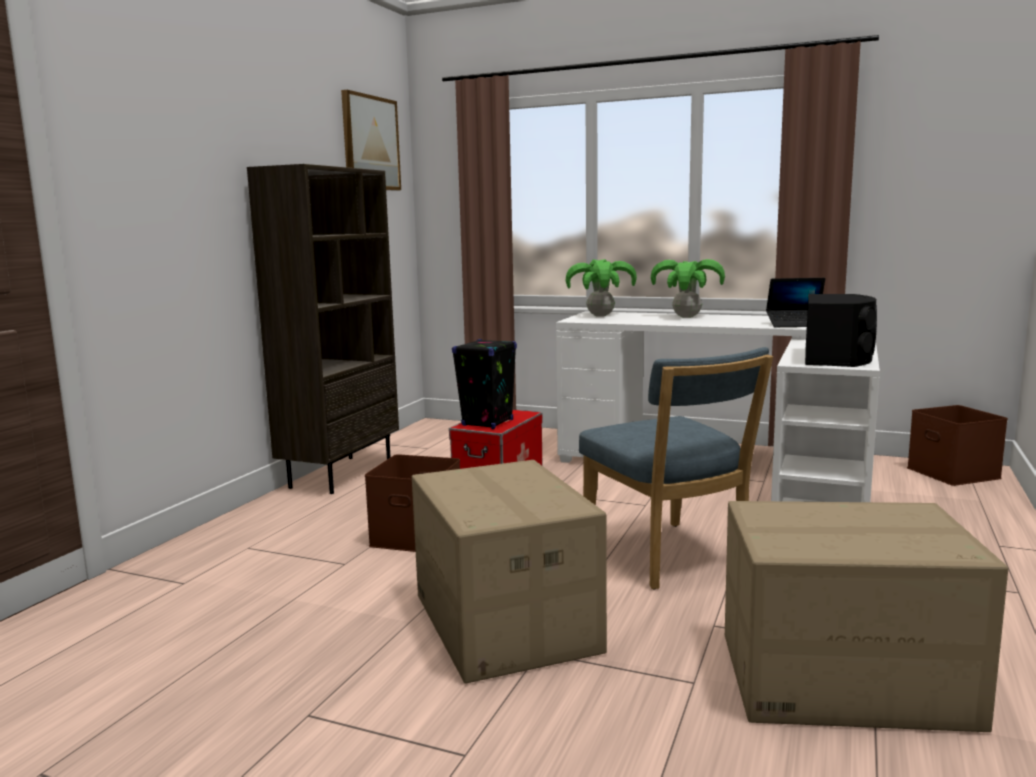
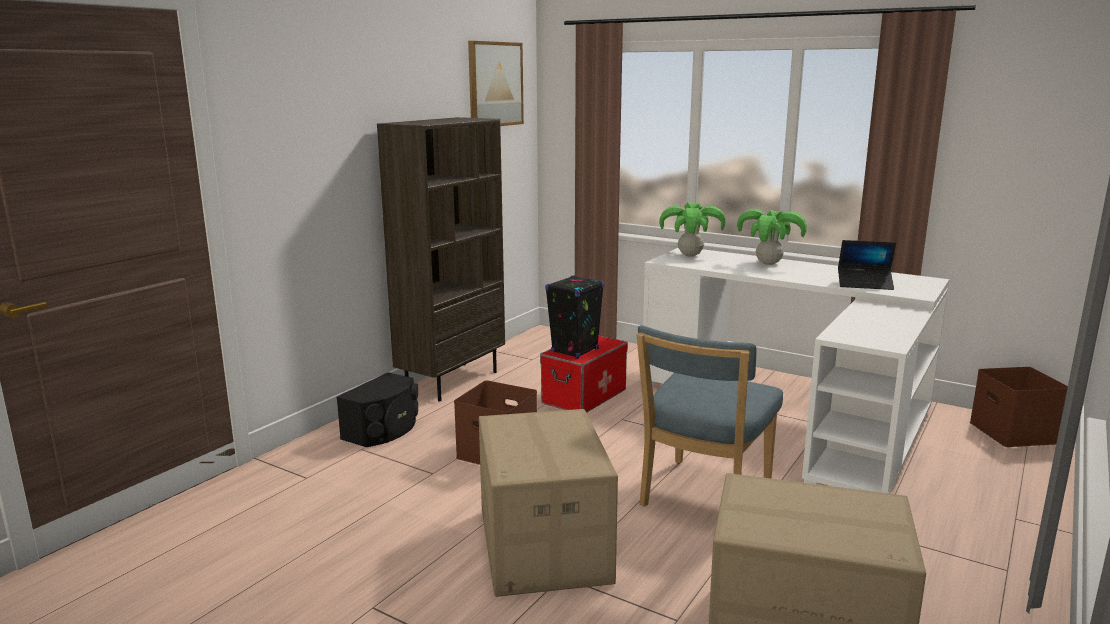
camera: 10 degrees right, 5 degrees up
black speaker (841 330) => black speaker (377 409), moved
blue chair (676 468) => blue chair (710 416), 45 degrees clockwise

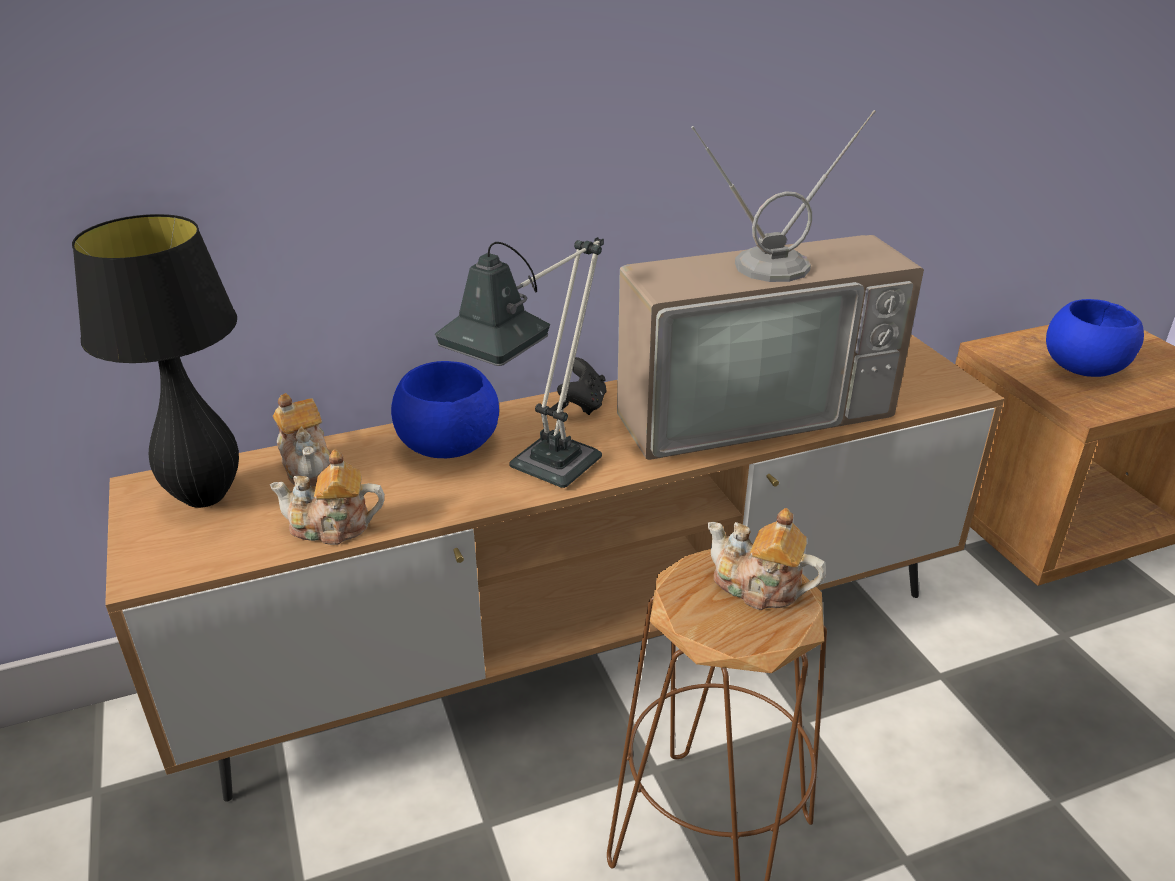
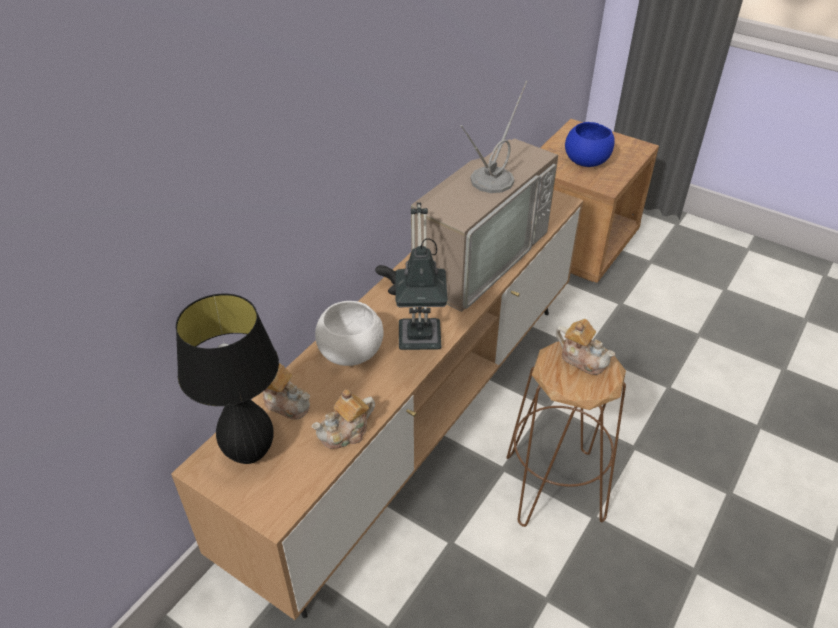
camera: 35 degrees left, 10 degrees up
blue bowl (445 409) => white bowl (349 333)
teapot (767 559) => teapot (585 347), 135 degrees counterclockwise

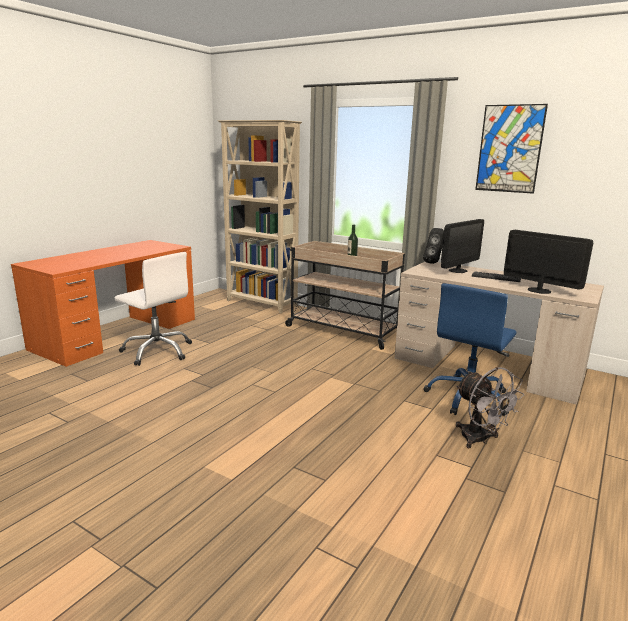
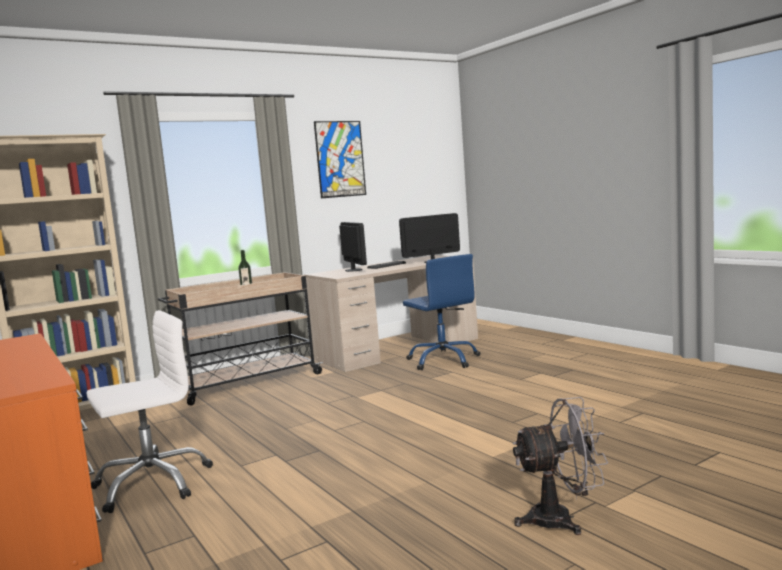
camera: 65 degrees left, 10 degrees down
black speaker (433 246) => nothing
grey fan (490 407) => grey fan (560 466), moved

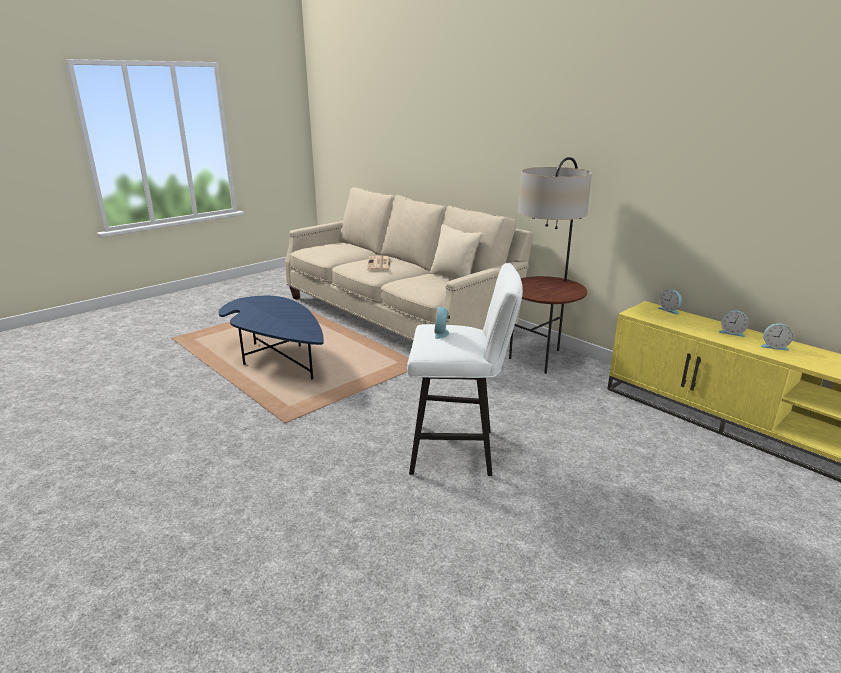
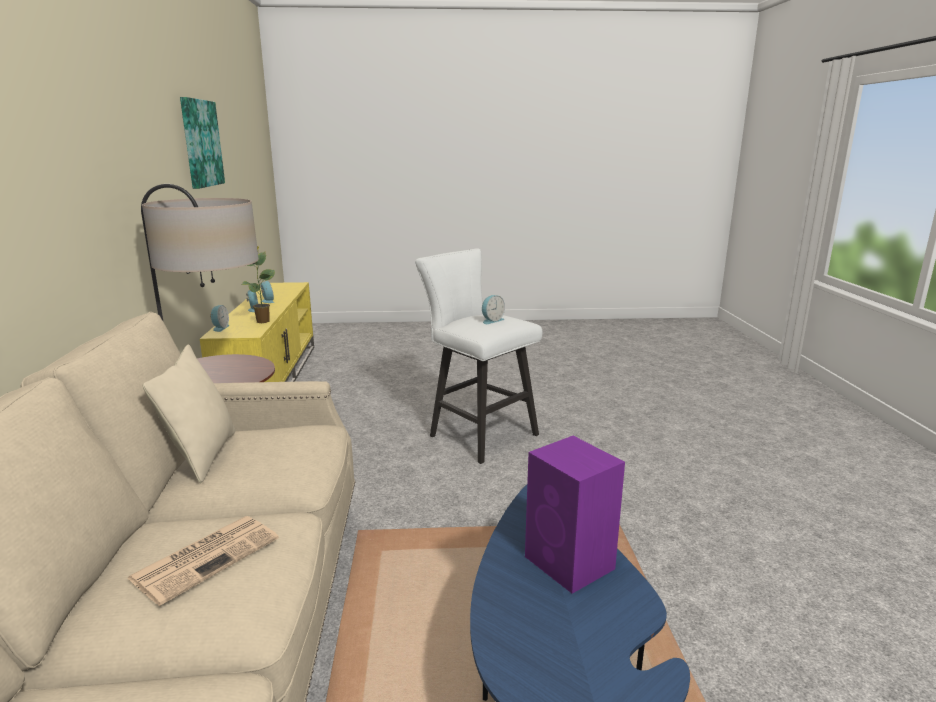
camera: 140 degrees left, 5 degrees down
nothing => picture (202 143)
nothing => potted plant (258 284)
nothing => purple speaker (575 515)

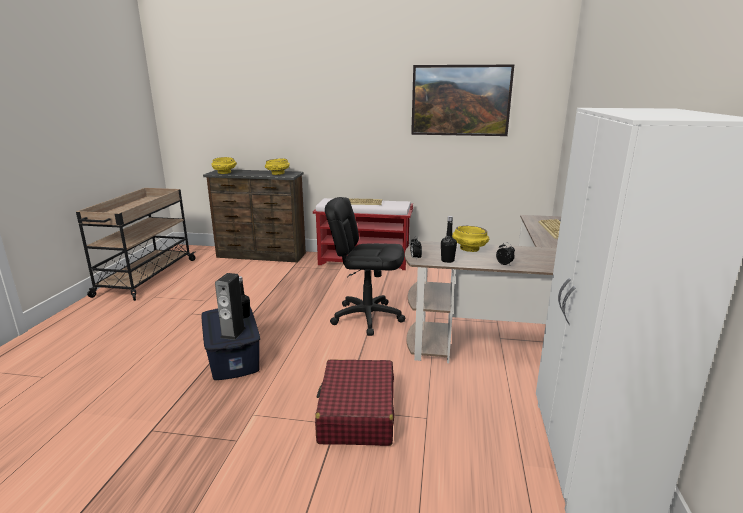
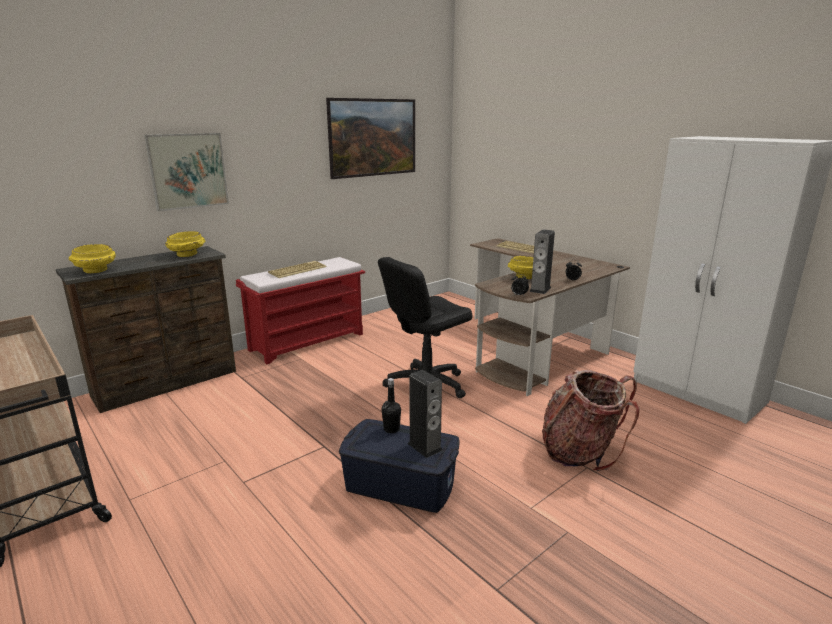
camera: 50 degrees left, 0 degrees up
nothing => picture (186 172)
red suitcase (354 402) => backpack (591 420)
black bottle (449 239) => speaker (542 262)

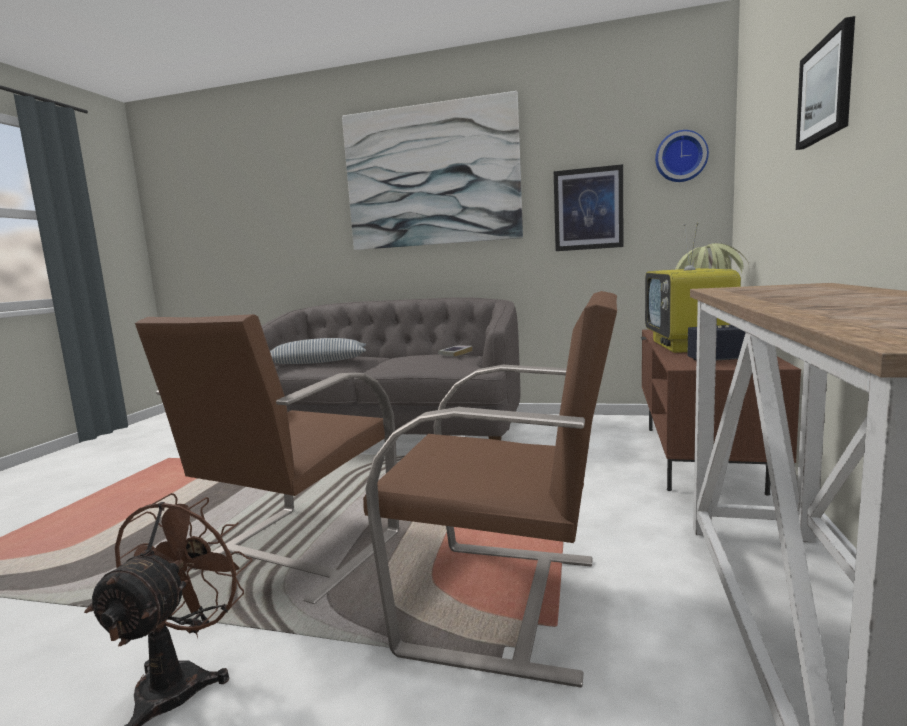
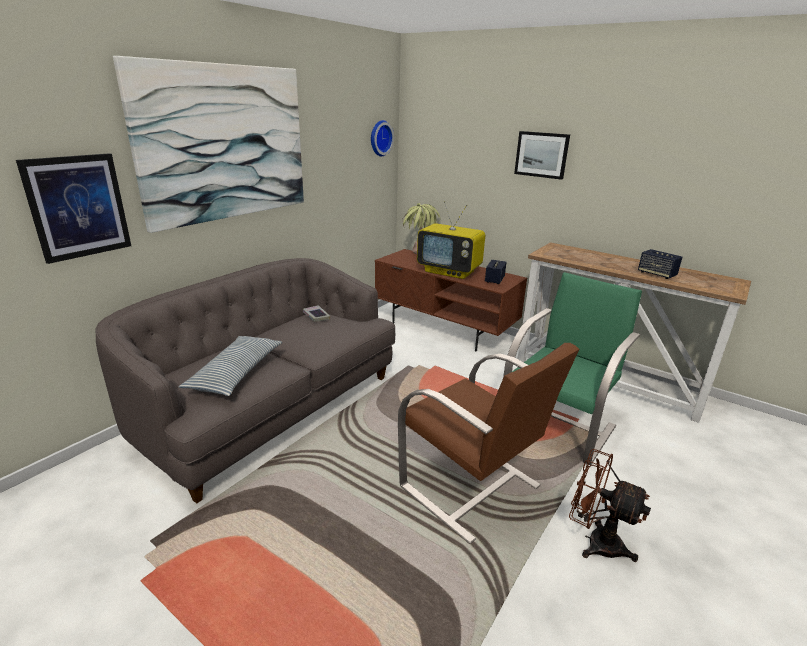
camera: 70 degrees left, 15 degrees up
nothing => speaker (660 264)
picture (588 207) => picture (73 208), moved
brown armchair (490 489) => green armchair (572 368)

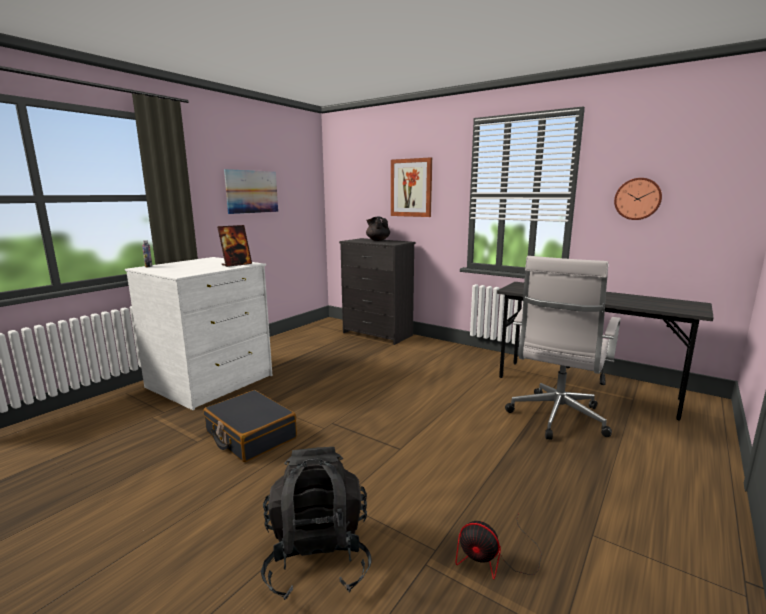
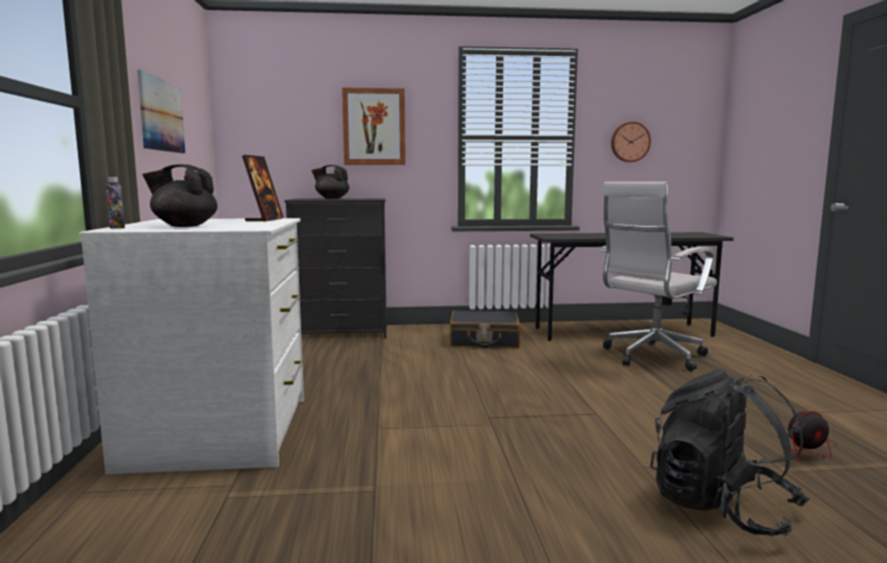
camera: 40 degrees left, 5 degrees down
nothing => black teapot (180 195)
black suitcase (250 426) => black suitcase (485 329), moved
white office chair (563 348) => white office chair (658 276), 60 degrees clockwise

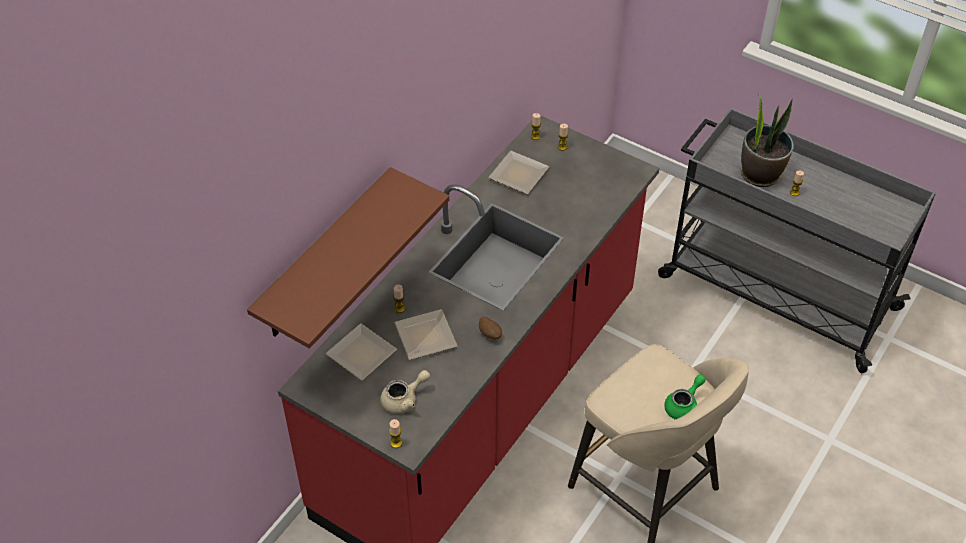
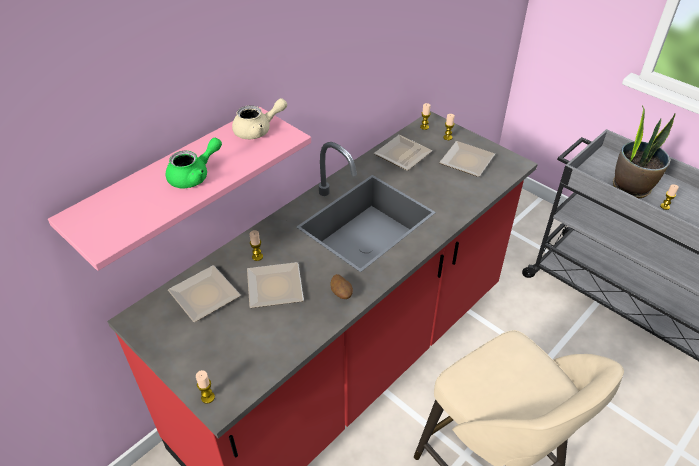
camera: 10 degrees right, 5 degrees down
nothing => plate (467 159)
beige teapot (405 392) => beige teapot (259 118), moved
green teapot (685 396) => green teapot (194 163), moved
brown shelf (348 258) => pink shelf (179 189)

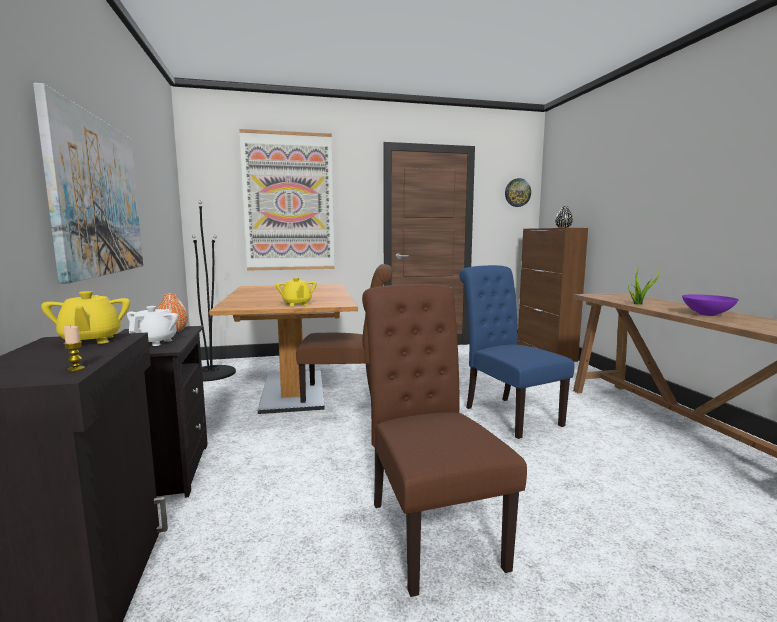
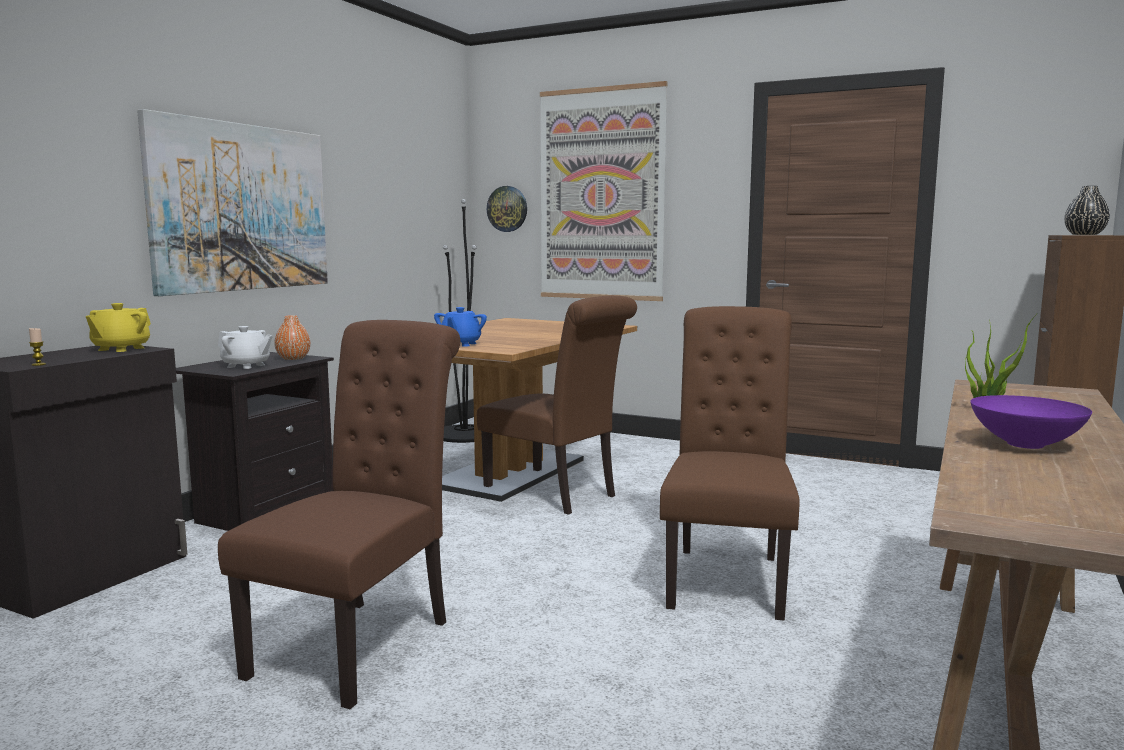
camera: 40 degrees right, 0 degrees up
wall clock (518 192) => wall clock (507 209), moved
yellow teapot (296 291) => blue teapot (460 327)
blue chair (516 352) => brown chair (730 463)
white teapot (152 326) => white teapot (245 347), 60 degrees clockwise

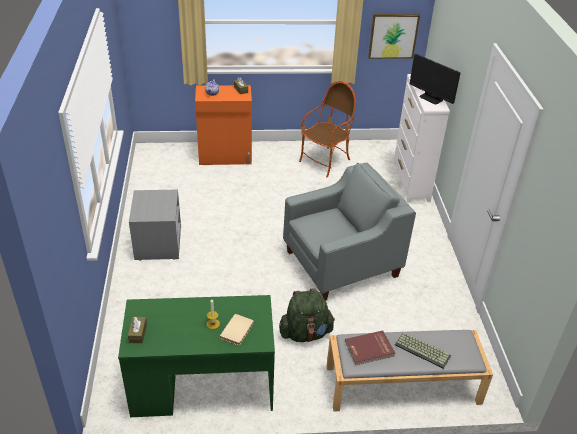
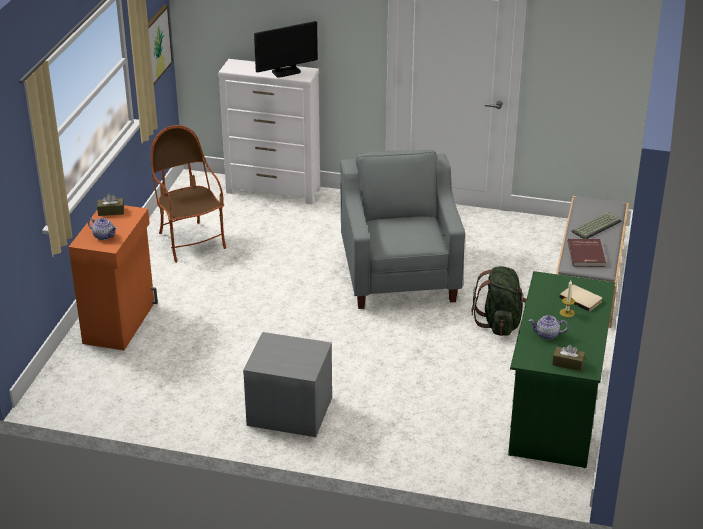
camera: 70 degrees left, 5 degrees down
nothing => teapot (548 327)

